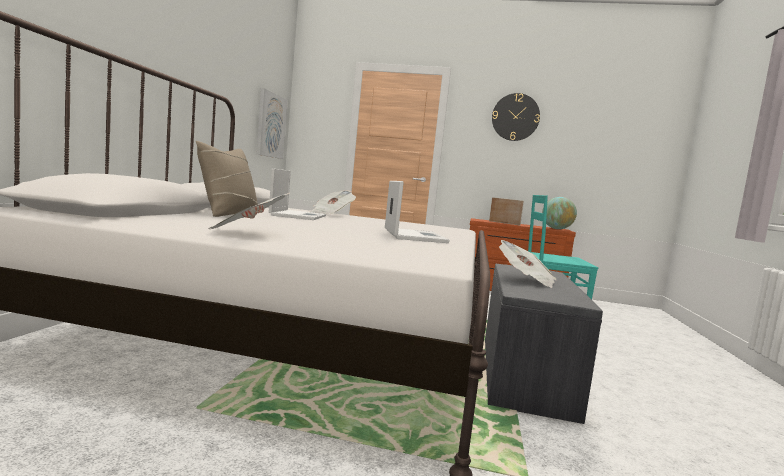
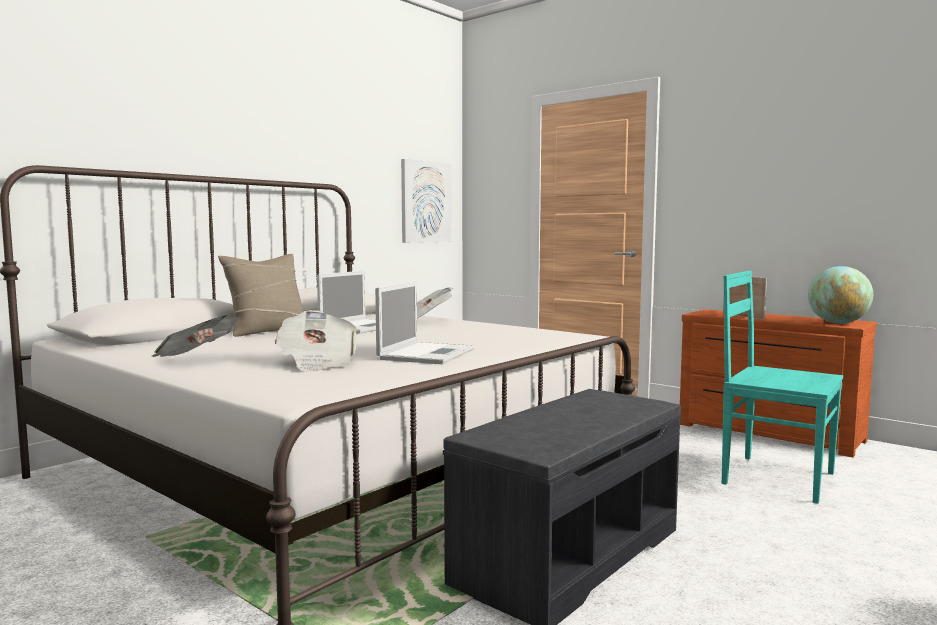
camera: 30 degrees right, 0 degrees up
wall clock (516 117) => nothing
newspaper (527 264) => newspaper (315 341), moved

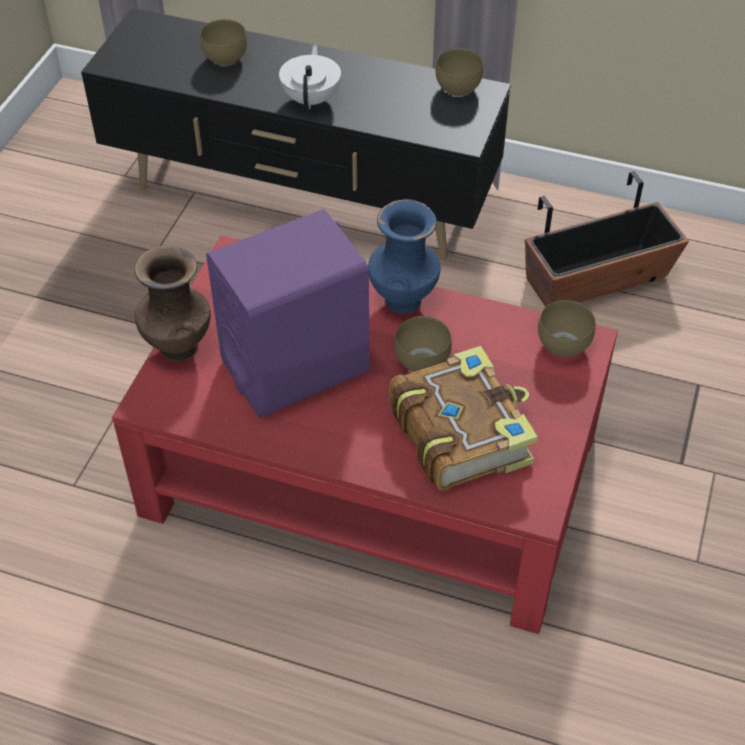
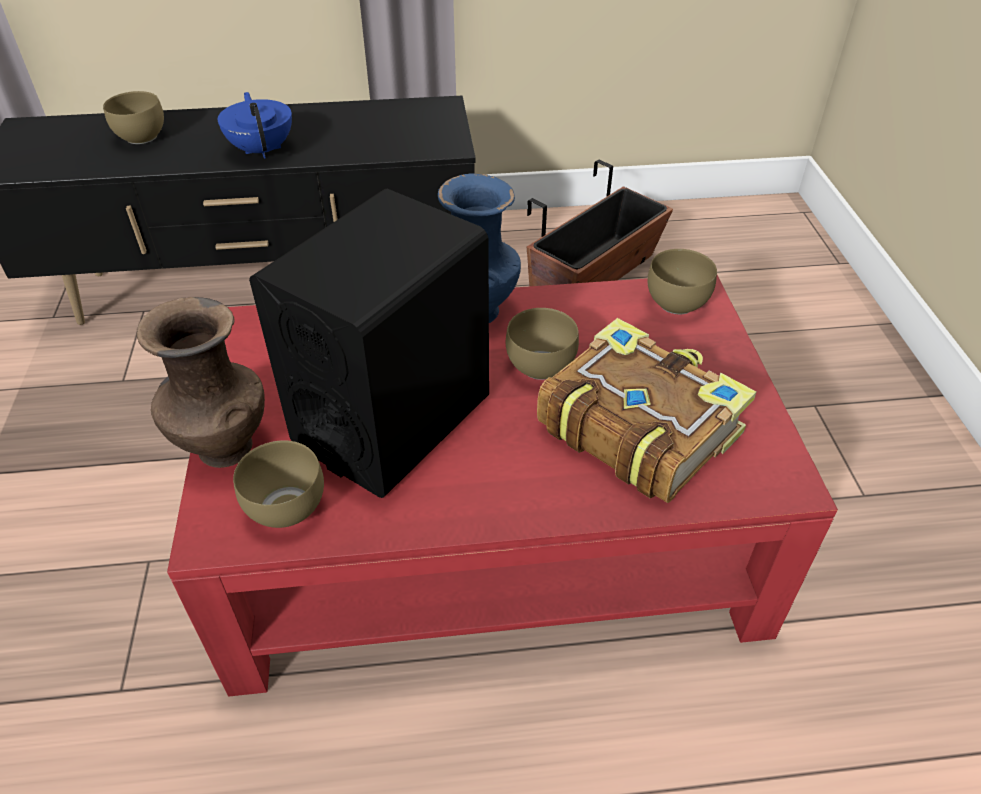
camera: 25 degrees left, 5 degrees down
brown bowl (459 72) => brown bowl (278 484), moved
purple speaker (287 313) => black speaker (369 343)
white teapot (310 77) => blue teapot (255 125)

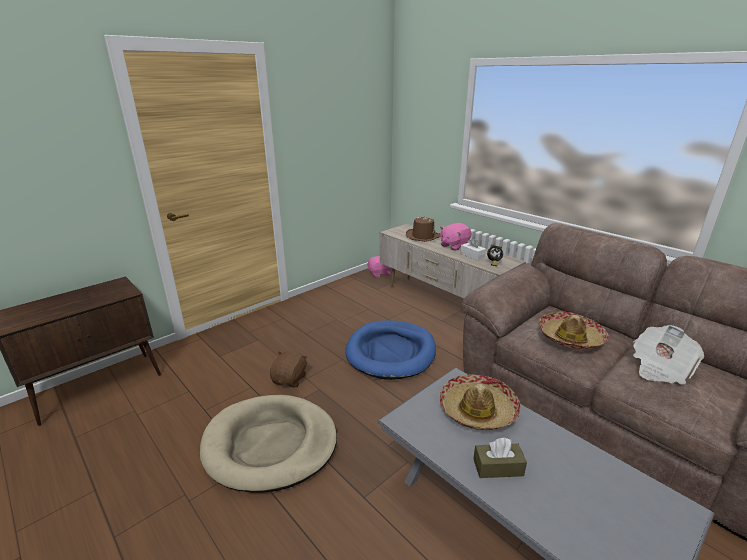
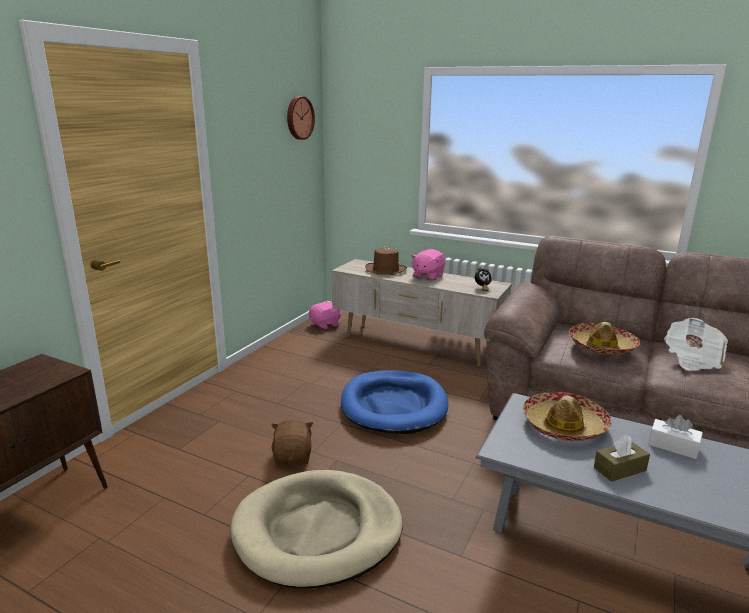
camera: 20 degrees left, 5 degrees down
nothing => wall clock (301 118)
white tissue box (473 249) => white tissue box (675 437), moved

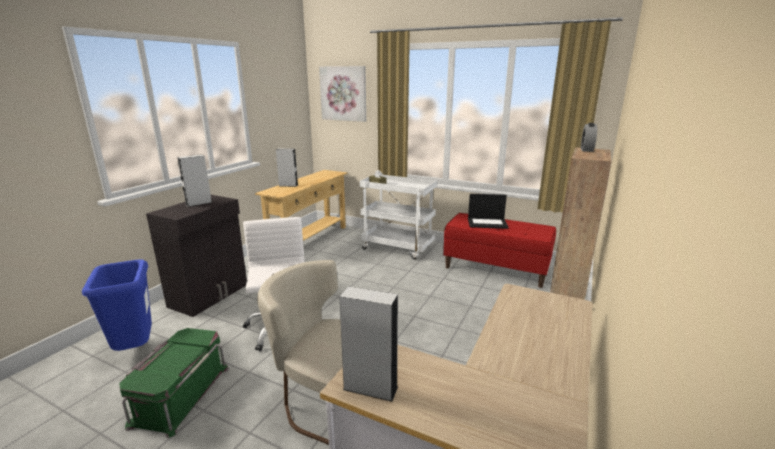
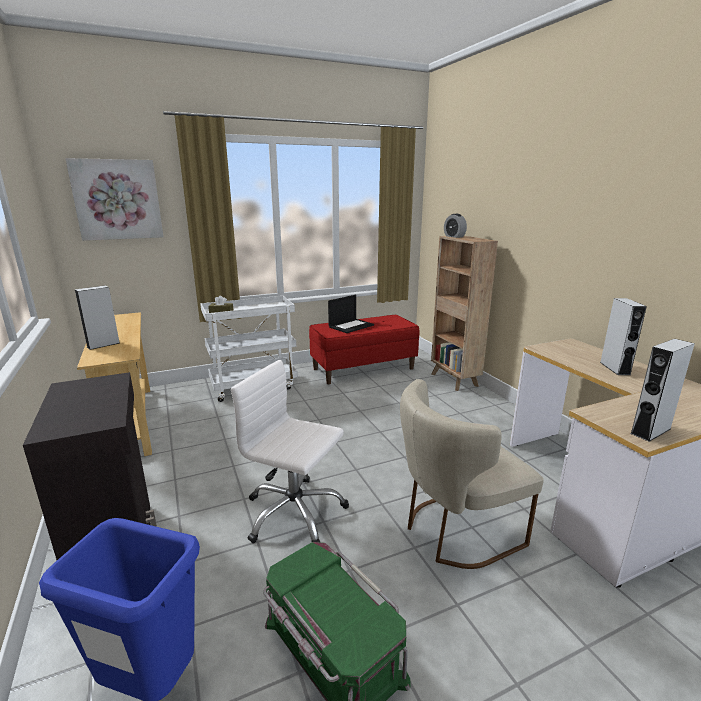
camera: 50 degrees left, 0 degrees up
grey speaker (195 180) => grey speaker (623 336), moved

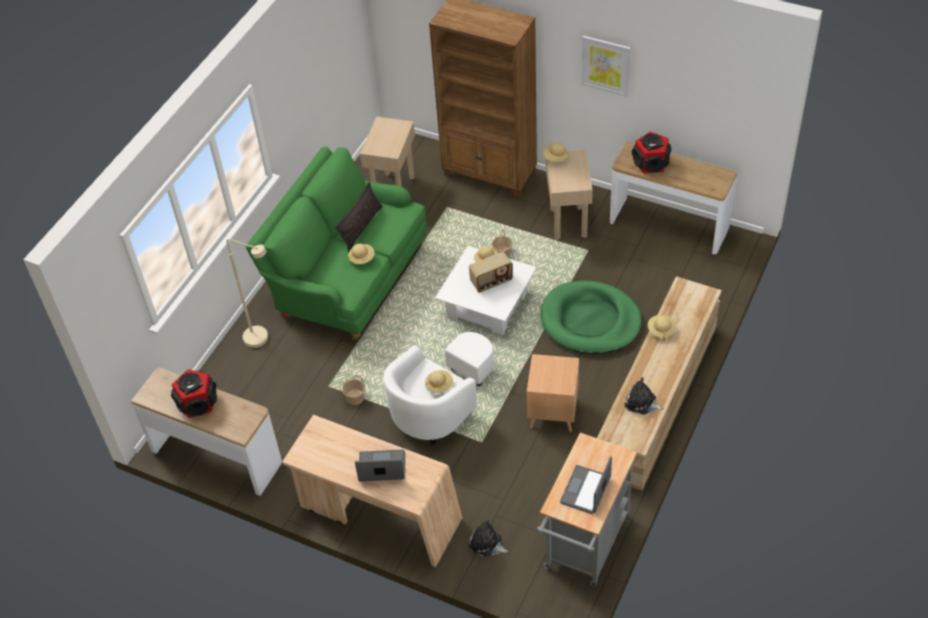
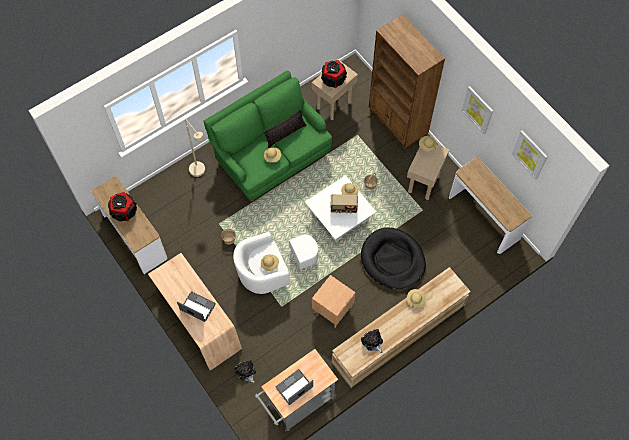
camera: 25 degrees right, 15 degrees up
nothing => picture (530 155)
speaker (651 152) => speaker (334 74), moved
green dog bed (591 317) => black dog bed (393 258)

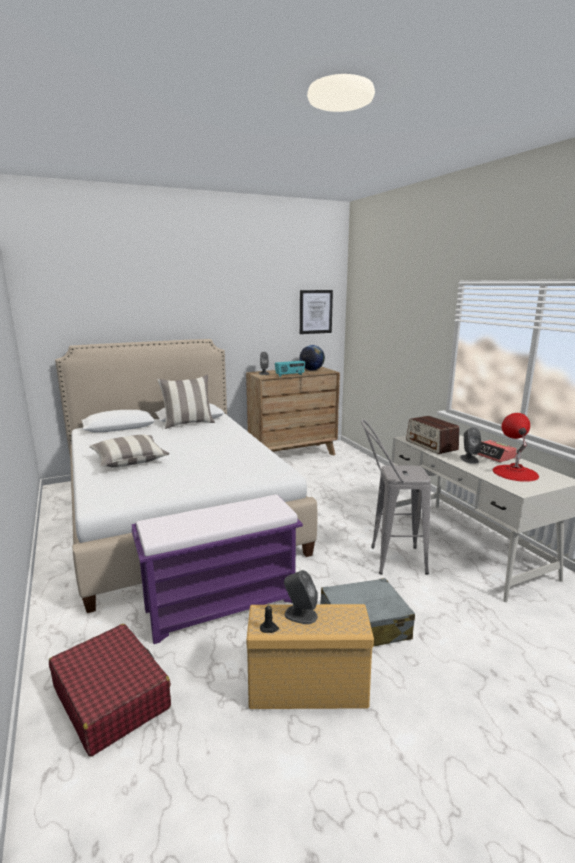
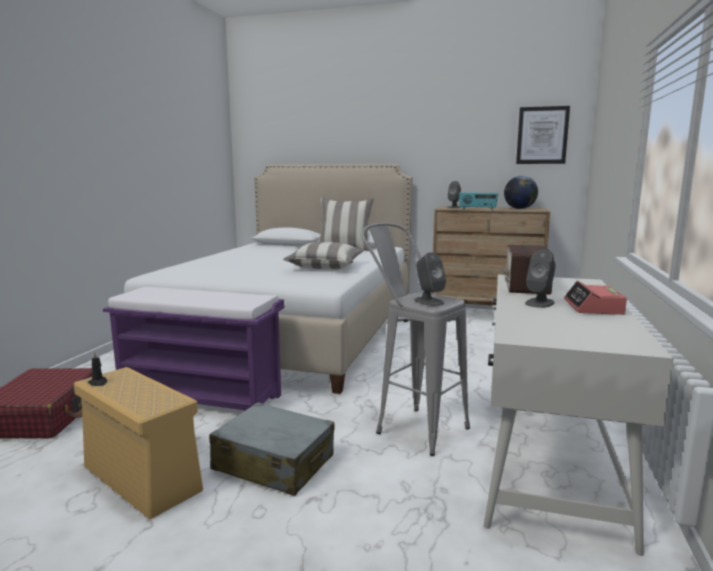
camera: 40 degrees right, 5 degrees down
red table lamp (516 447) => nothing
pillow (129 451) => pillow (323 255), moved
grey speaker (301 597) => grey speaker (430 279), moved

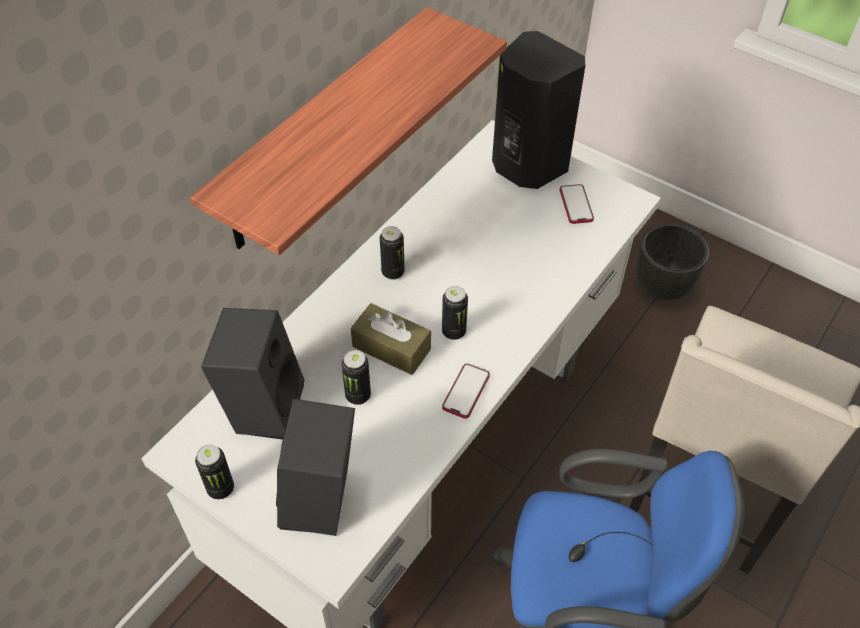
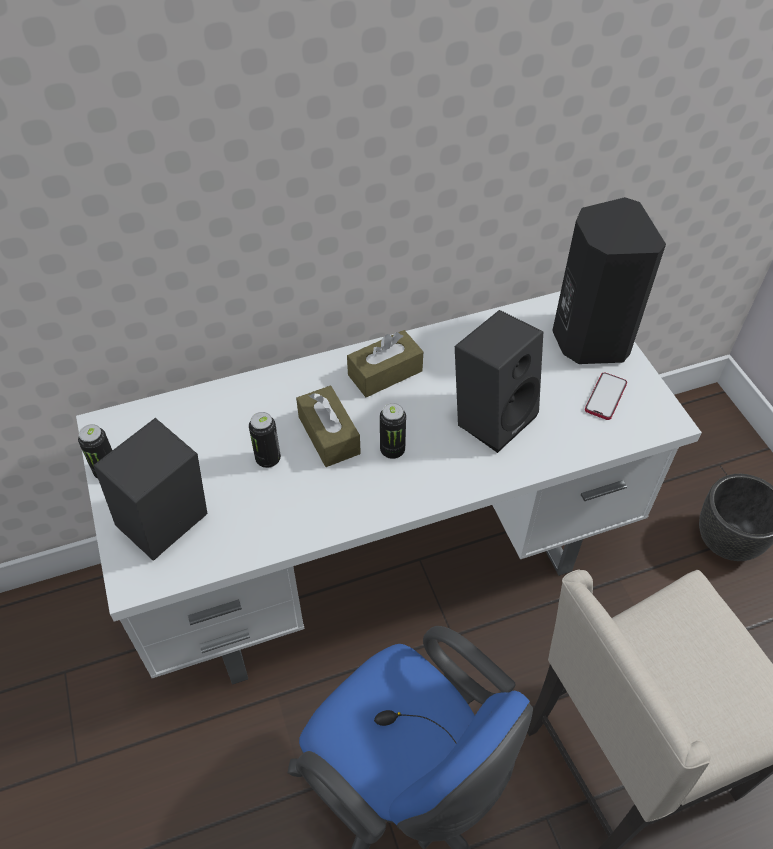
camera: 35 degrees right, 0 degrees up
shelf (348 131) => nothing
phone (466 391) => nothing
black speaker (253 374) => black speaker (499 381), moved
can (392 253) => brown tissue box (385 363)

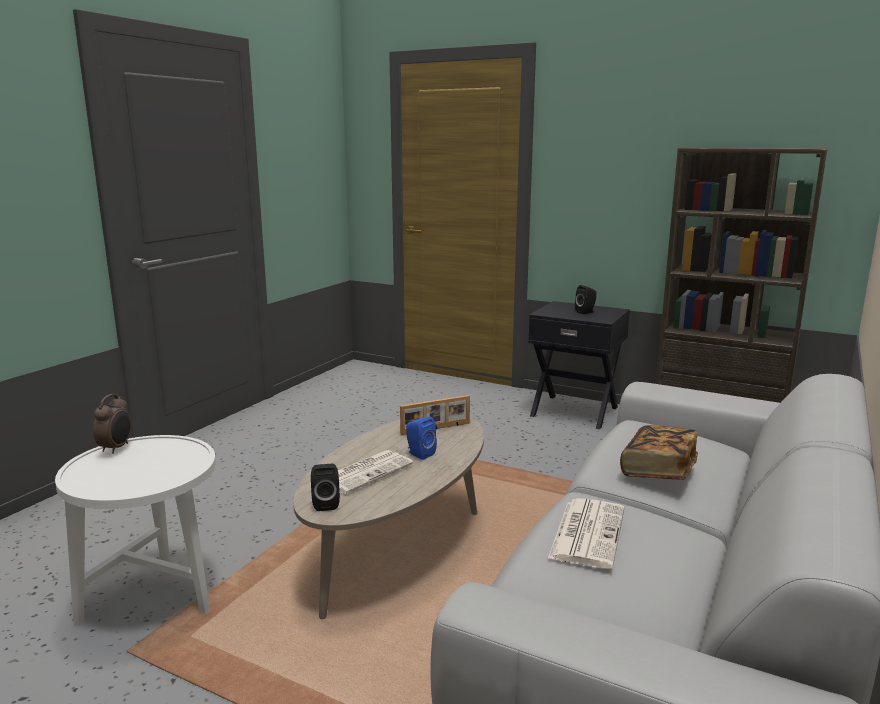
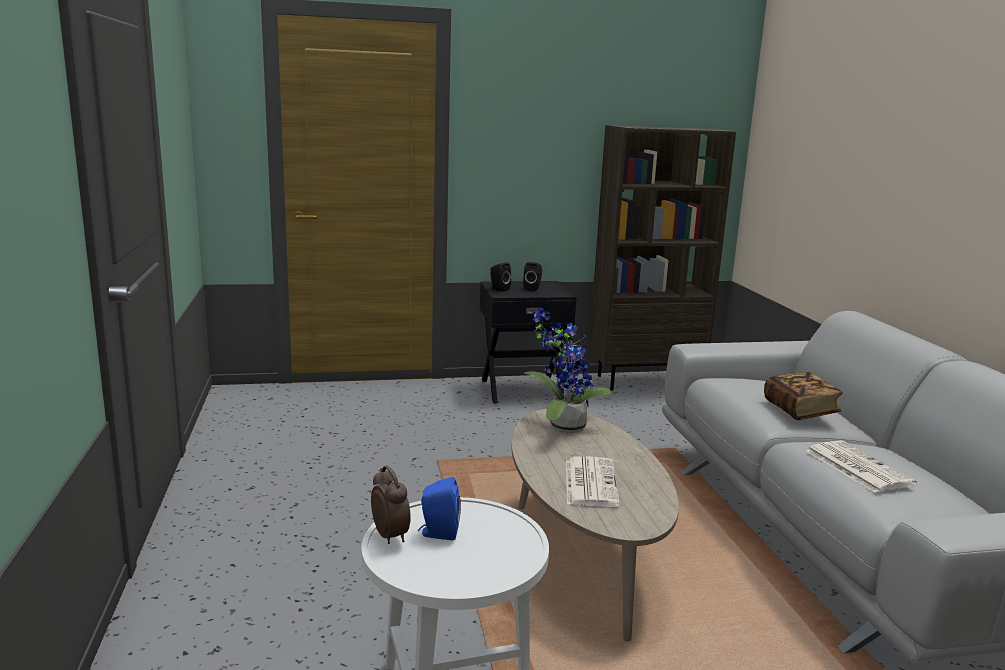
camera: 40 degrees left, 0 degrees up
black speaker (325 487) => black speaker (500 277), moved
blue speaker (421 438) => blue speaker (439 508), moved
picture frame (435 415) => potted plant (568 370)

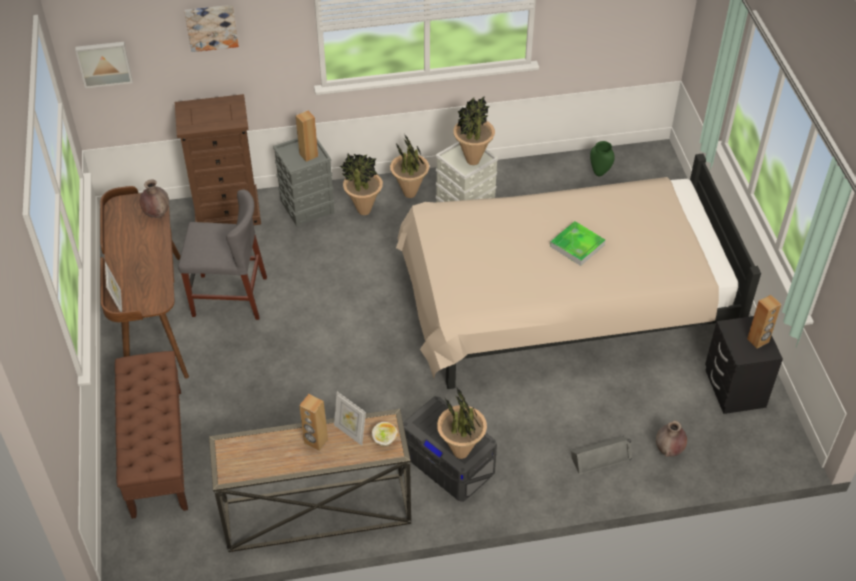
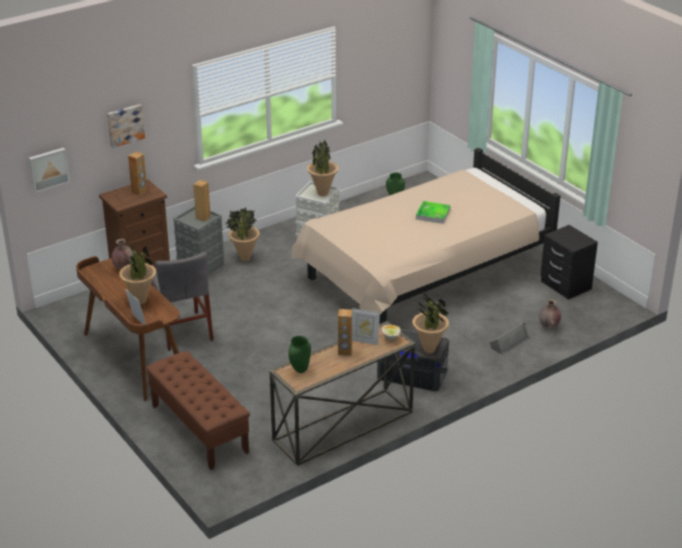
camera: 25 degrees left, 15 degrees down
nothing => green vase (299 354)
potted plant (409 166) => potted plant (137 274), moved
brown speaker (764 322) => brown speaker (137 173), moved
grey chair (222 255) => grey chair (182 301), 90 degrees clockwise

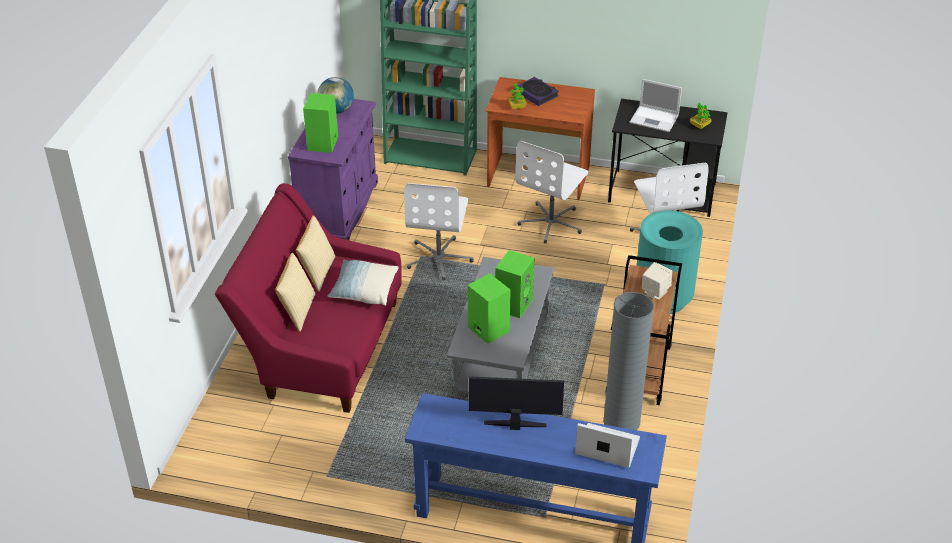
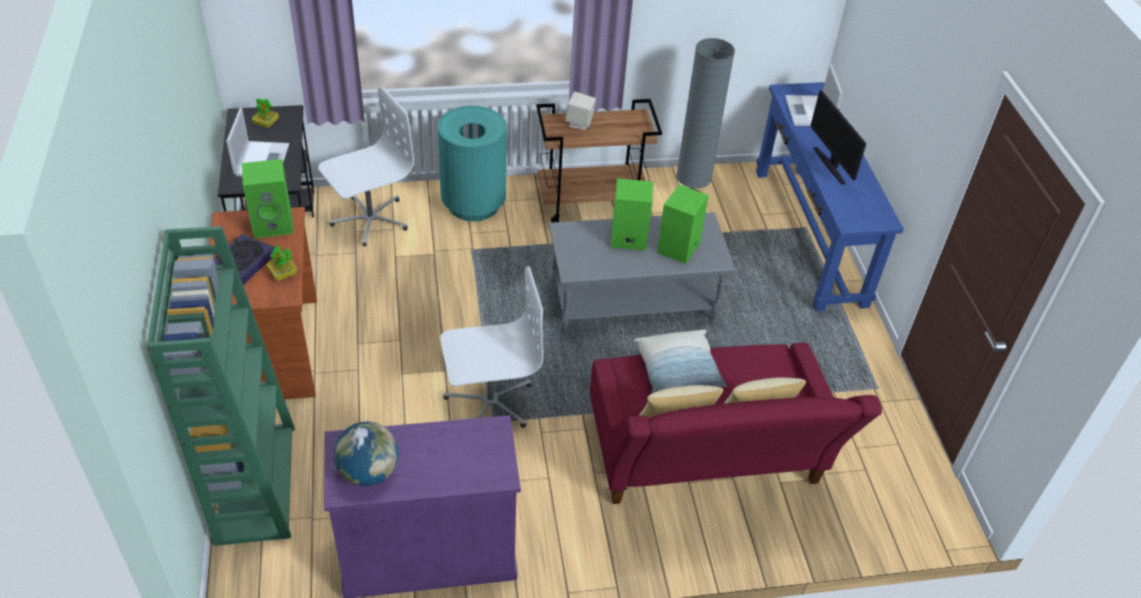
camera: 115 degrees left, 5 degrees up
white office chair (552 192) => nothing
green speaker (320 123) => green speaker (268 198), moved

